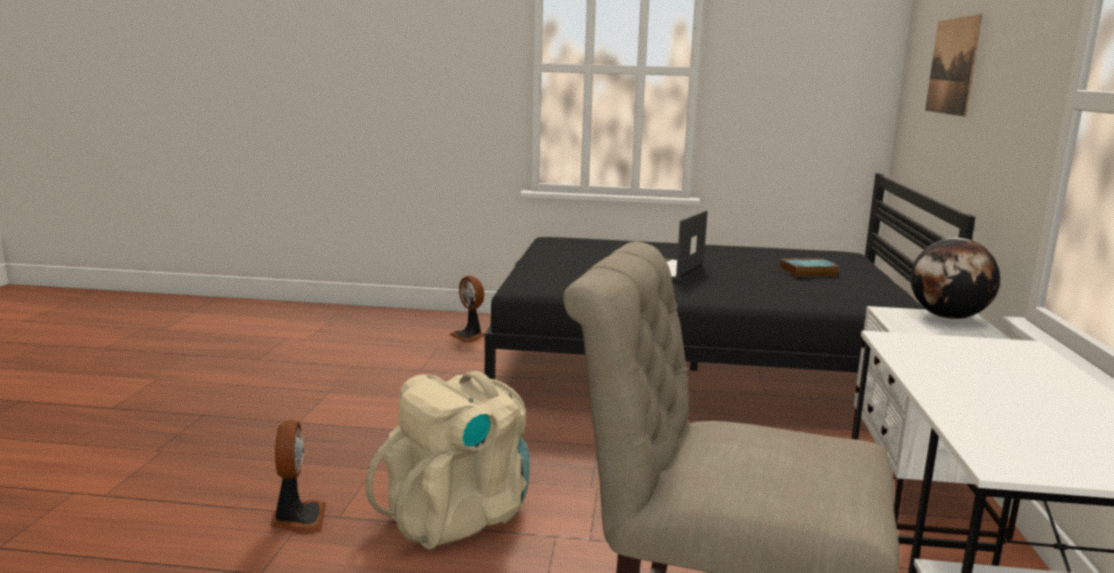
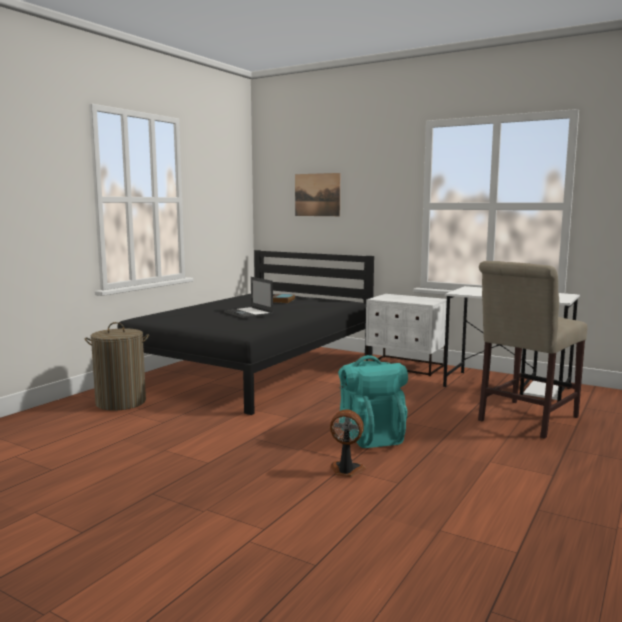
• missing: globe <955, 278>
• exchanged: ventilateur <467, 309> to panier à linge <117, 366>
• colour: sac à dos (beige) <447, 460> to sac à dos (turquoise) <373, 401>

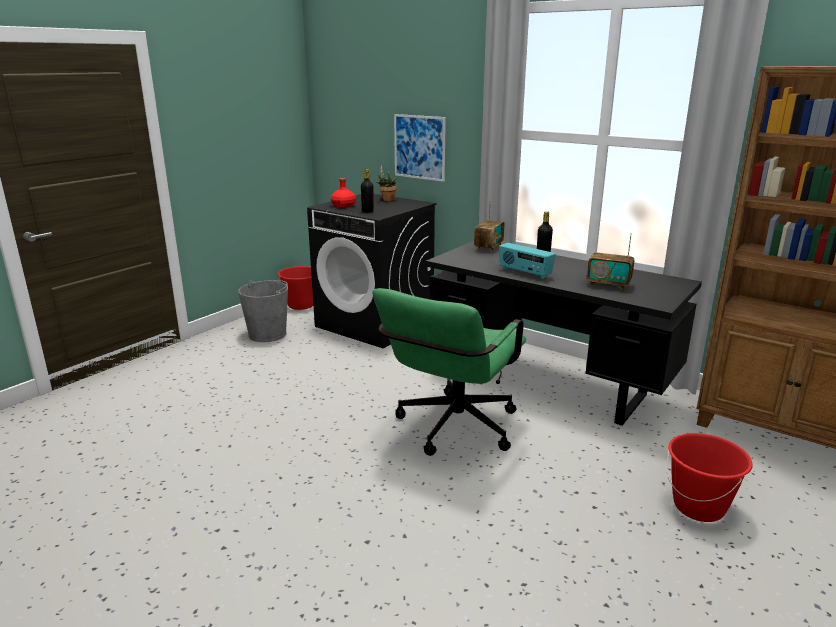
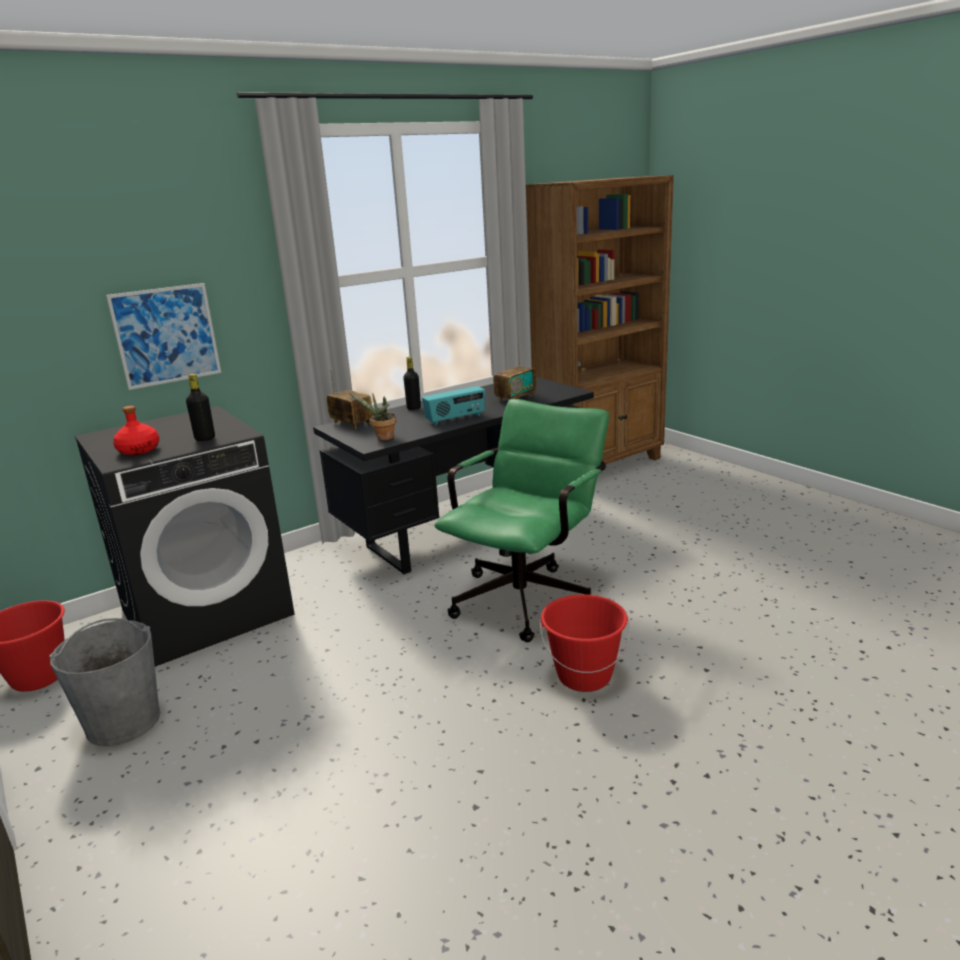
• relocated: plante en pot <386, 183> to <373, 416>
• spun: chaise de bureau (vert) <449, 372> = <522, 520> 105 degrees counterclockwise
• relocated: seau (rouge) <709, 477> to <585, 643>

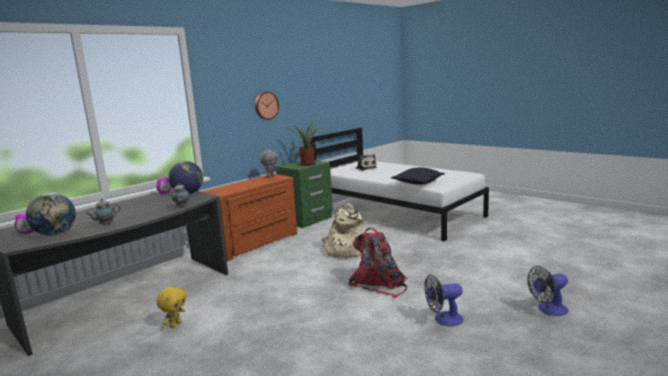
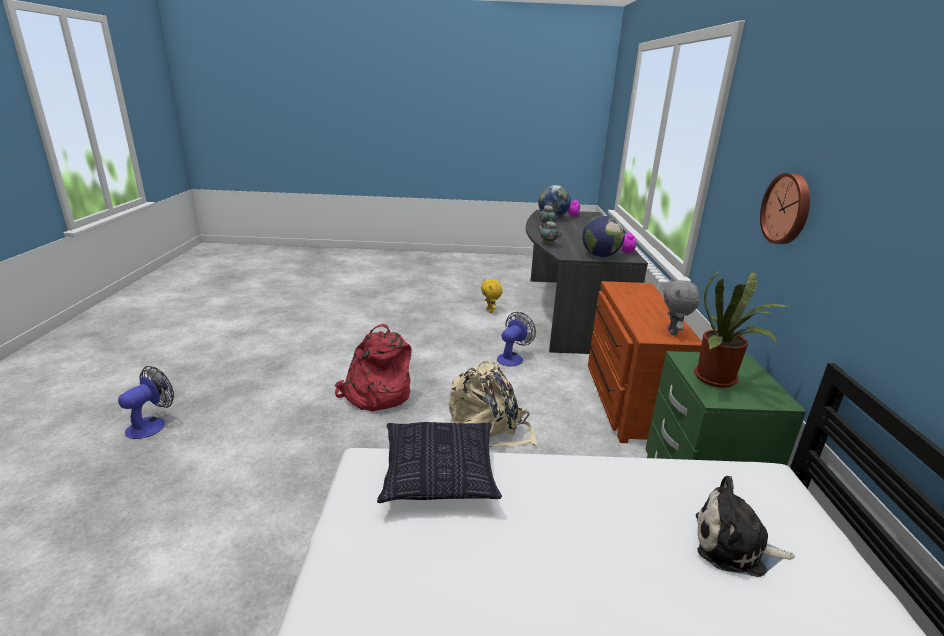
• relocated: ventilateur <444, 300> to <516, 339>

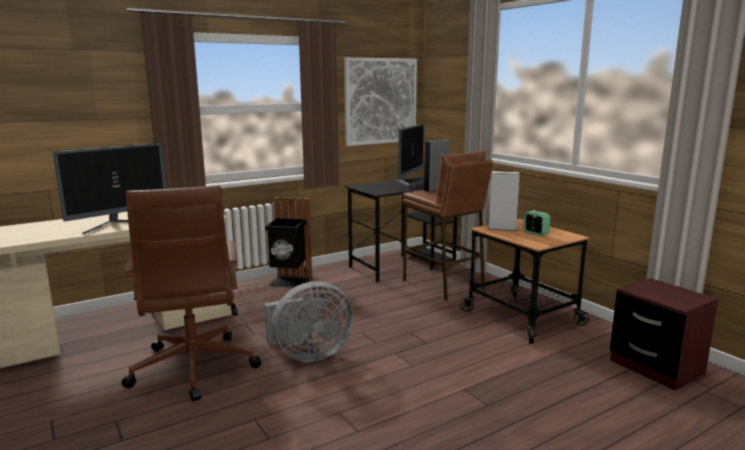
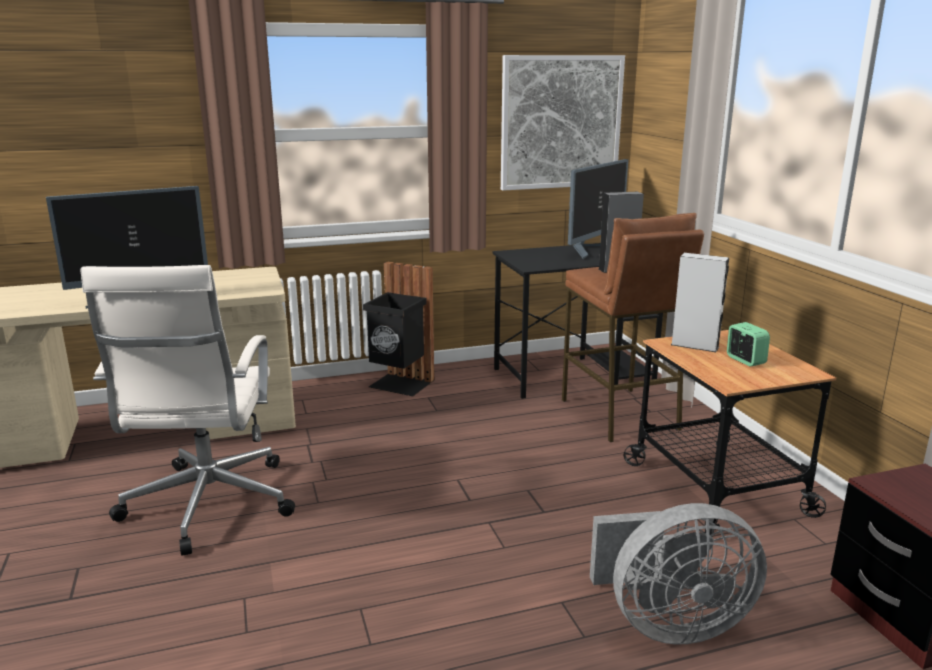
• colour: chaise de bureau (marron) <191, 293> to chaise de bureau (blanc) <188, 410>
• relocated: ventilateur (gris) <309, 321> to <678, 574>

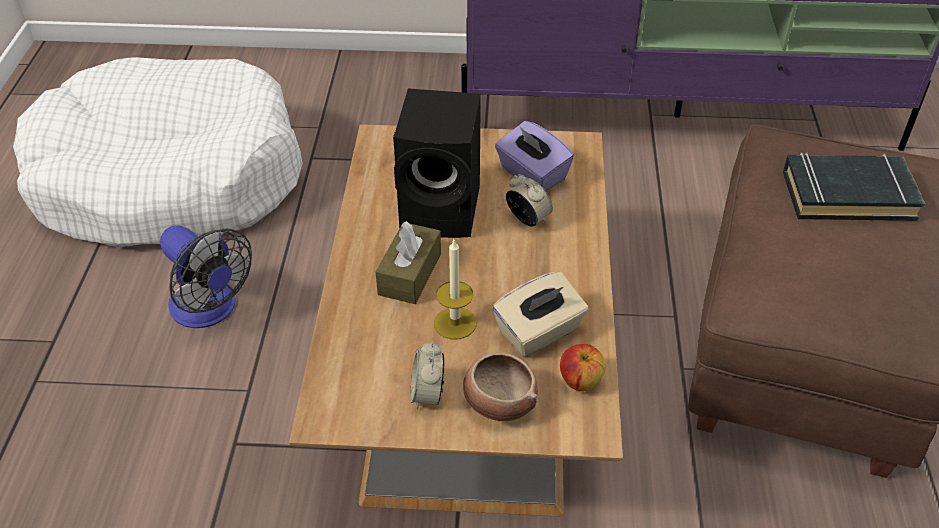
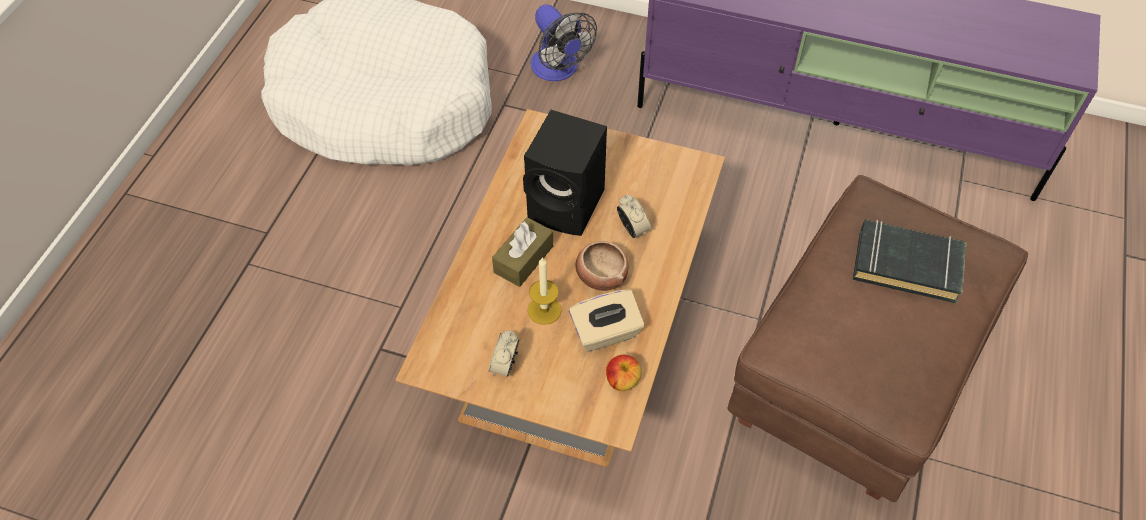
• missing: boîte à mouchoirs (violet) <534, 156>
• relocated: ventilateur <206, 277> to <564, 42>
• relocated: bol <500, 387> to <602, 266>

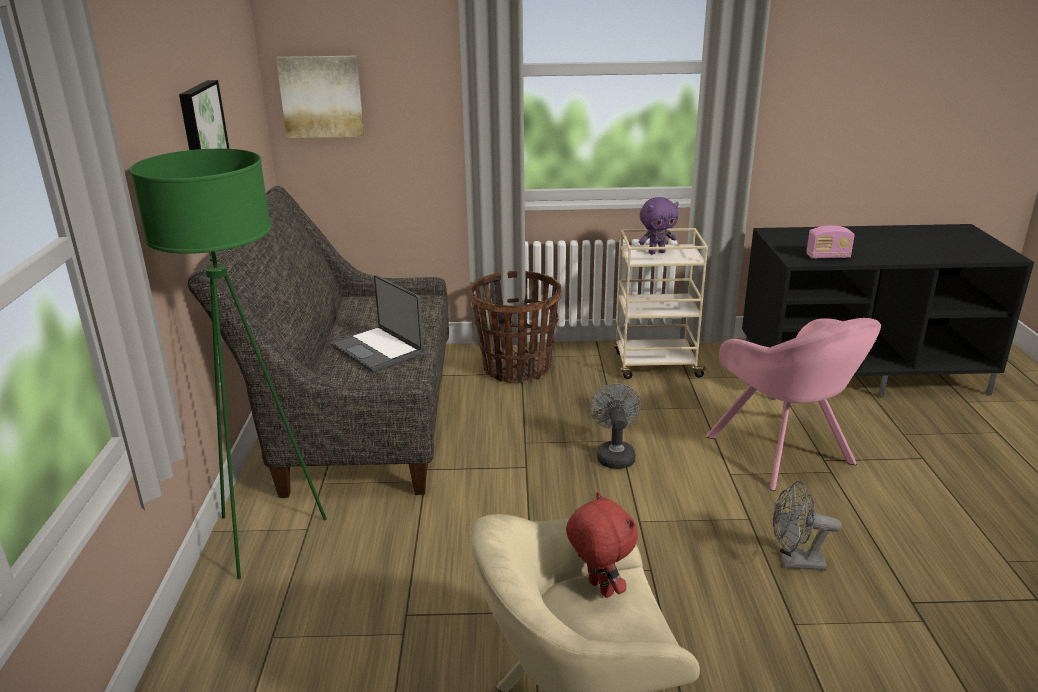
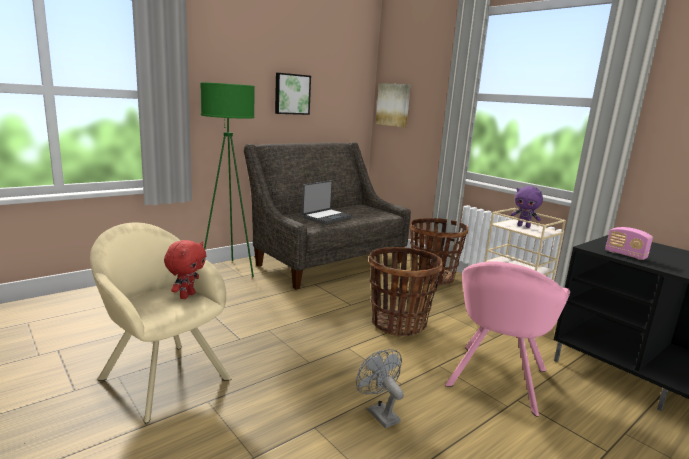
• spun: ordinateur portable <377, 323> = <327, 202> 150 degrees counterclockwise
• exchanged: ventilateur (gris) <615, 426> to panier <406, 292>

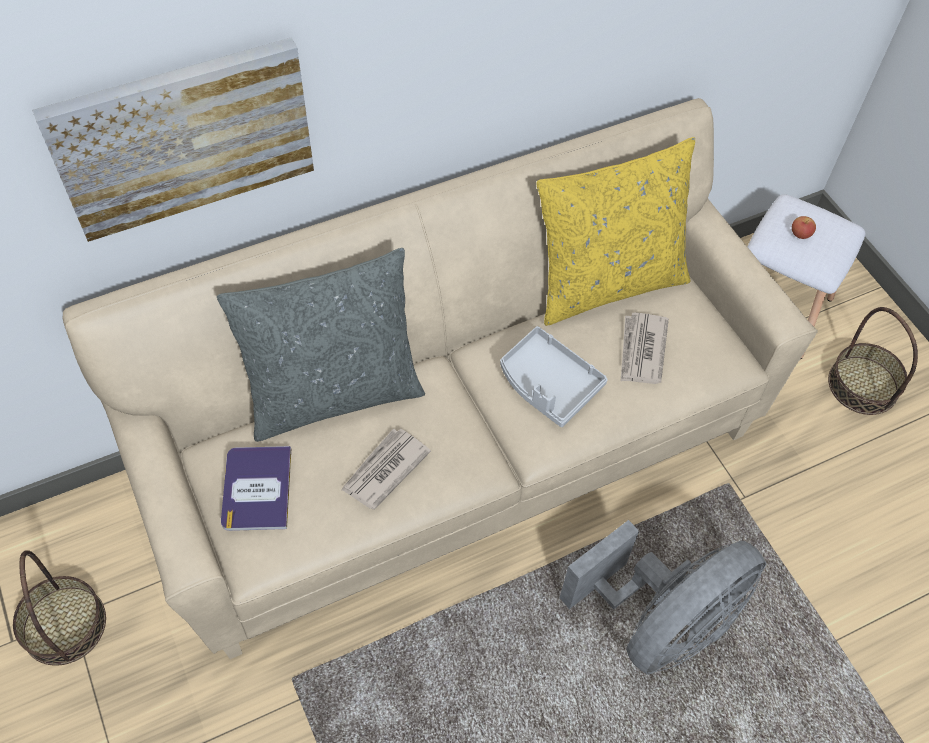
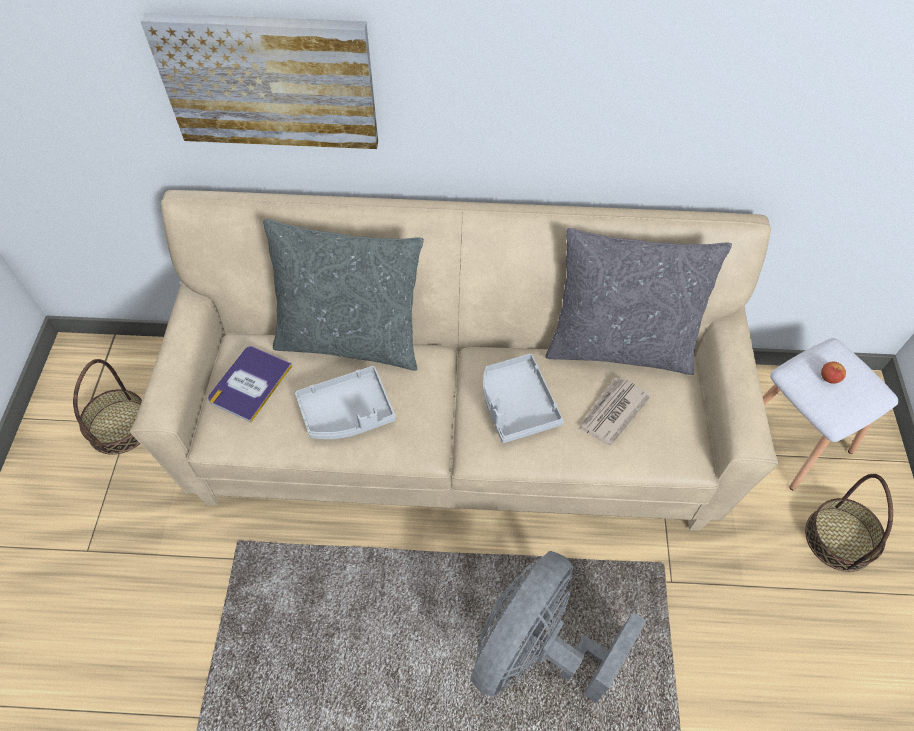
• colour: coussin (jaune) <615, 231> to coussin (gris) <639, 301>
• exchanged: journal <386, 469> to plateau (gris) <345, 402>
• spun: ventilateur (gris) <663, 597> = <558, 627> 135 degrees clockwise

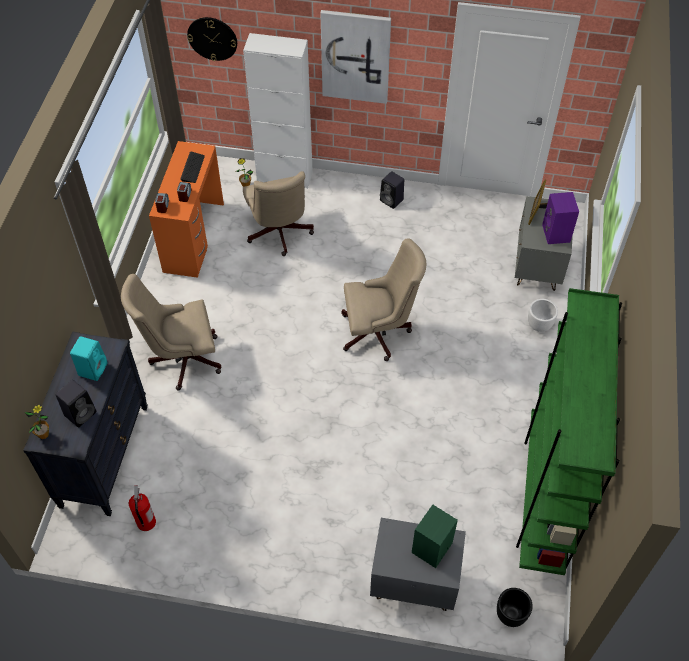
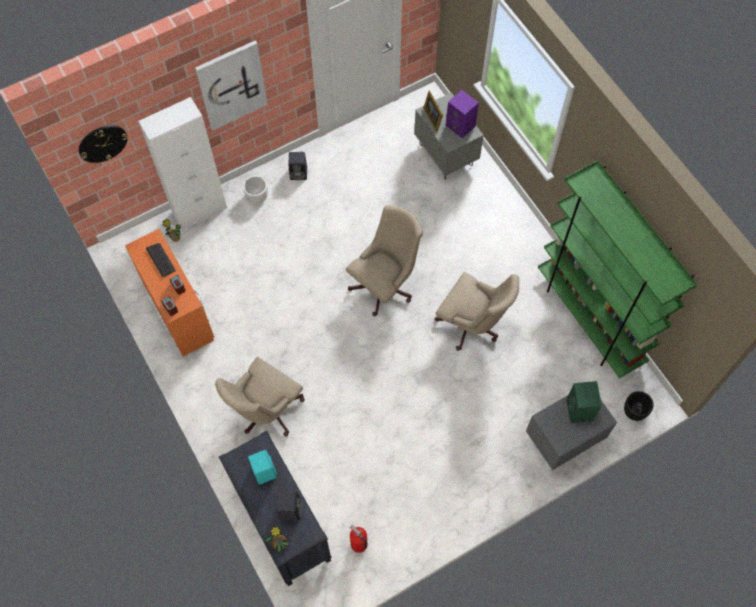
• relocated: chaise de bureau (beige) <278, 213> to <476, 311>
• relocated: cache-pot (blanc) <543, 315> to <255, 190>

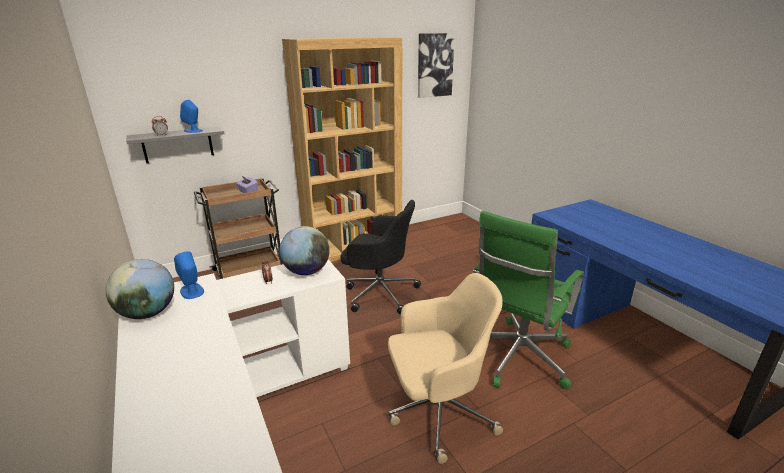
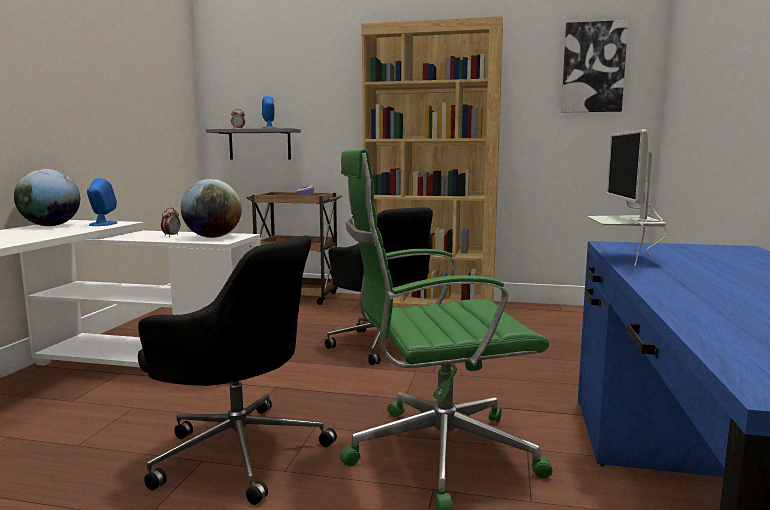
• colour: chaise de bureau (beige) <445, 368> to chaise de bureau (noir) <237, 370>
• appeared: écran d'ordinateur <627, 198>

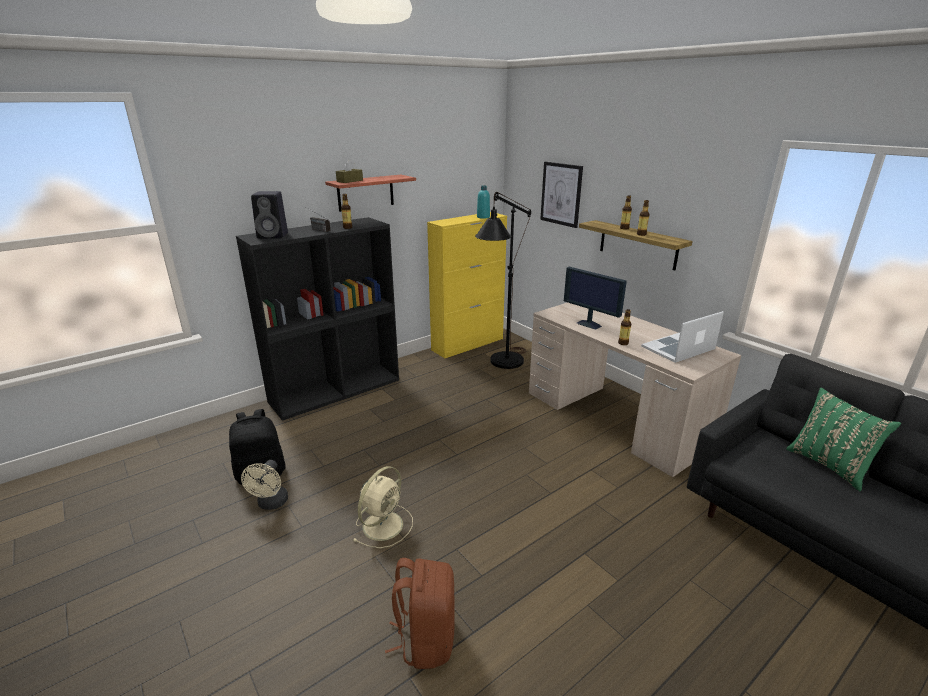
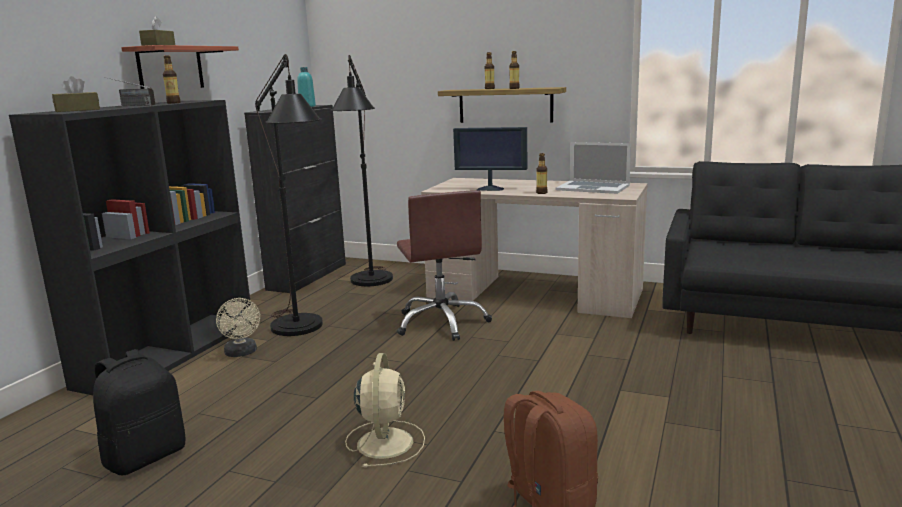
• missing: tableau <561, 195>
• exchanged: enceinte (noir) <269, 215> to boîte à mouchoirs (marron) <76, 94>
• colour: meuble de rangement (jaune) <467, 285> to meuble de rangement (noir) <295, 199>
• spun: ordinateur portable <682, 337> = <593, 168> 90 degrees counterclockwise
• missing: coussin (vert) <843, 439>
• relocated: ventilateur (beige) <264, 485> to <238, 327>
• appeared: lampadaire (noir) <289, 195>
• appeared: chaise de bureau (marron) <444, 265>

